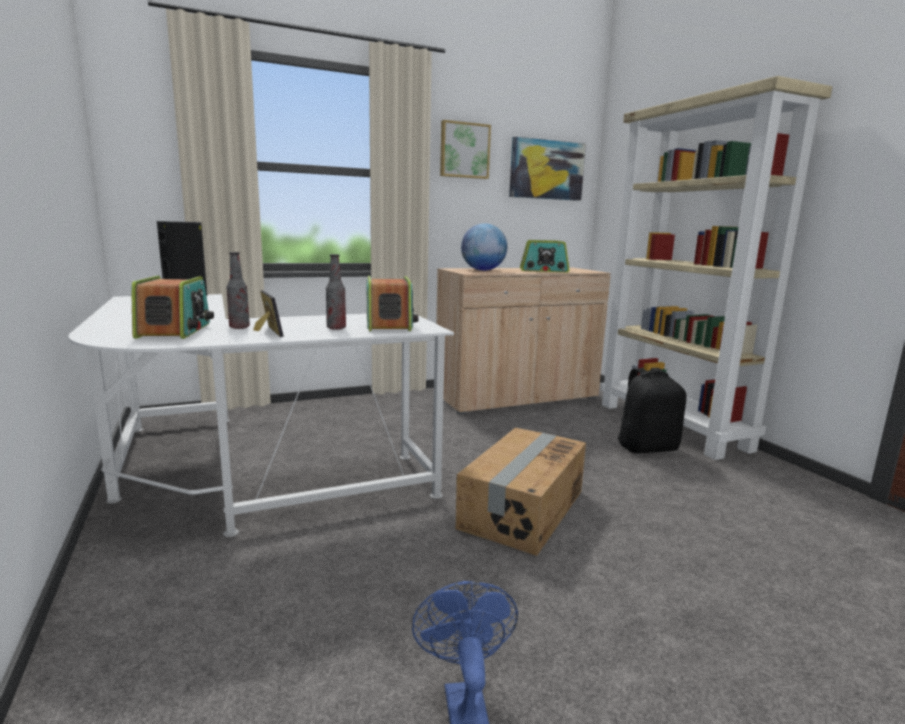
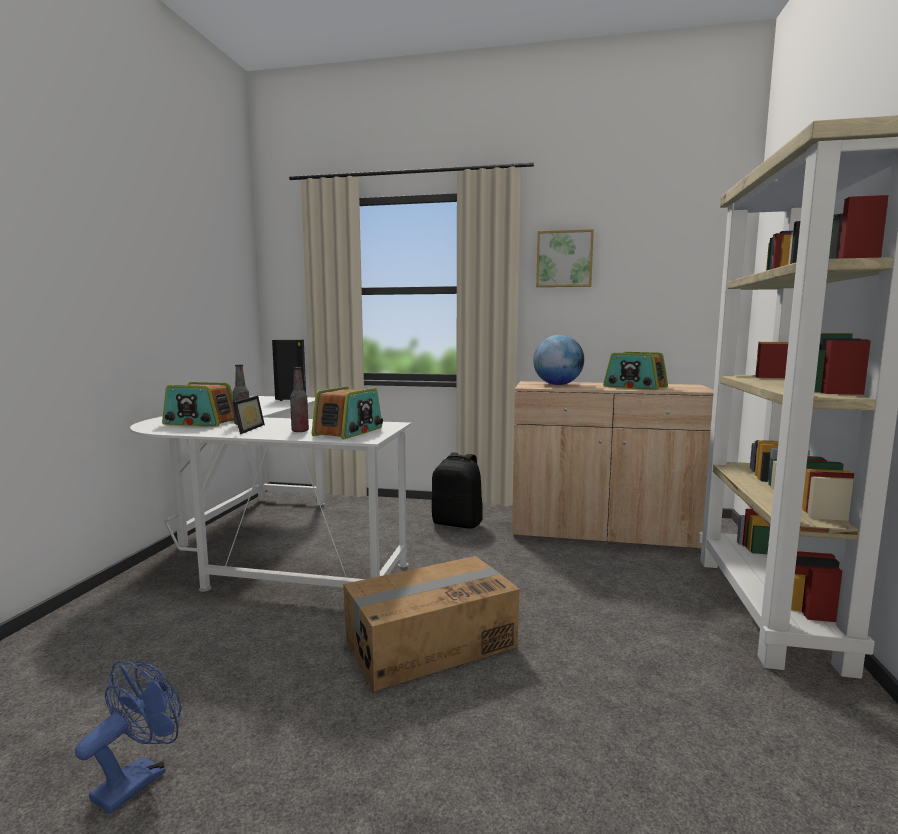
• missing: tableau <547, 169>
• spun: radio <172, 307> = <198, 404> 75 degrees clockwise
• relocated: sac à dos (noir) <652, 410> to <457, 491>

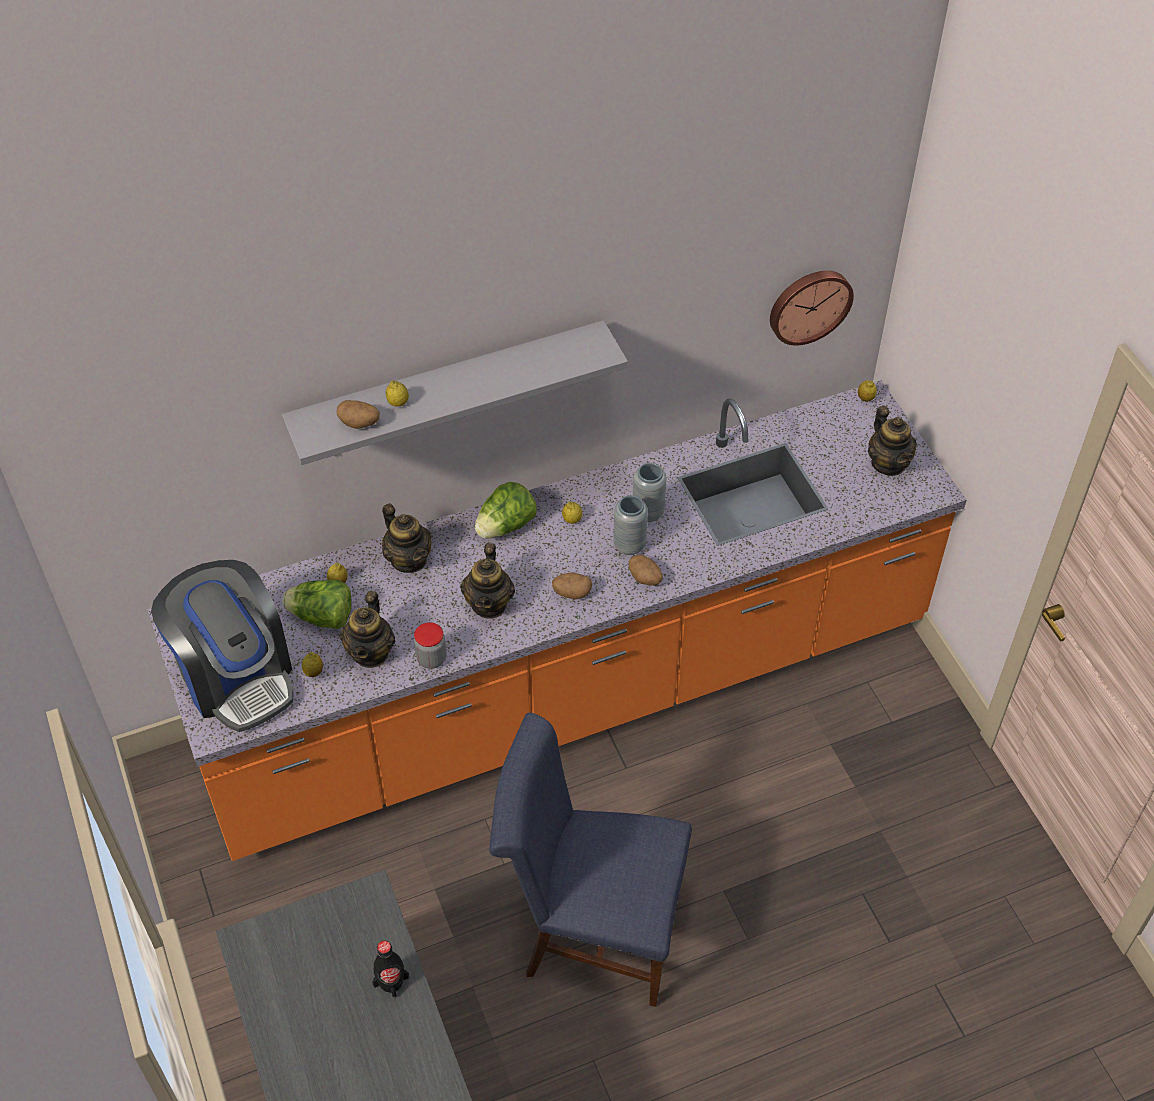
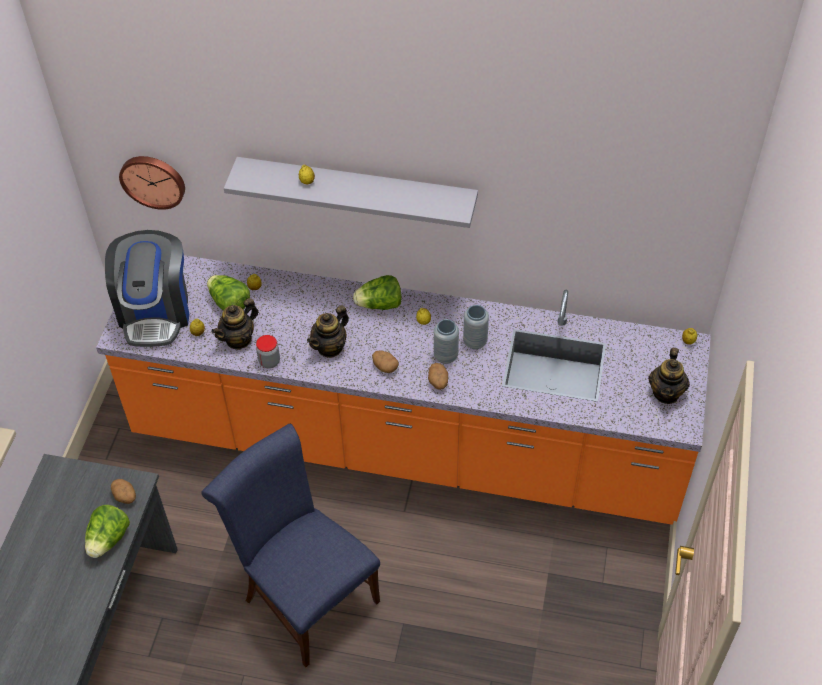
• relocated: horloge murale <812, 308> to <152, 183>
• relocated: pomme de terre <358, 414> to <123, 491>
• missing: théière <406, 538>
• exchanged: bouteille (noir) <390, 969> to laitue <107, 531>

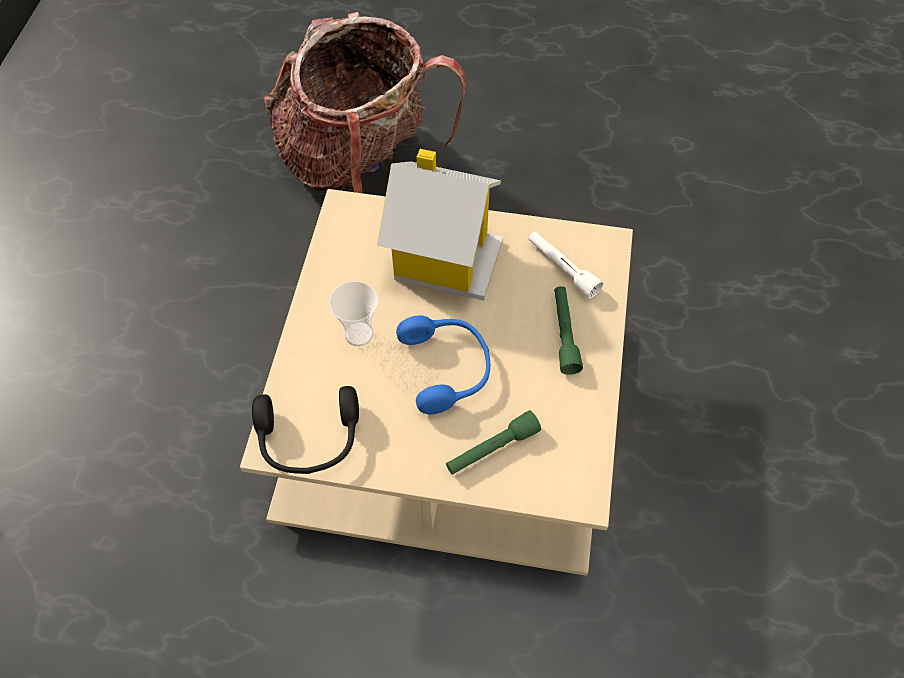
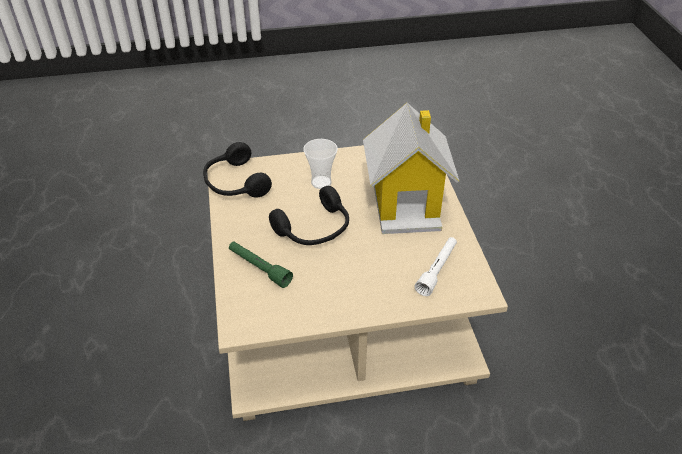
• missing: sac à dos <365, 102>
• missing: lampe de poche (vert) <568, 330>
• colour: casque audio (bleu) <443, 364> to casque audio (noir) <309, 215>

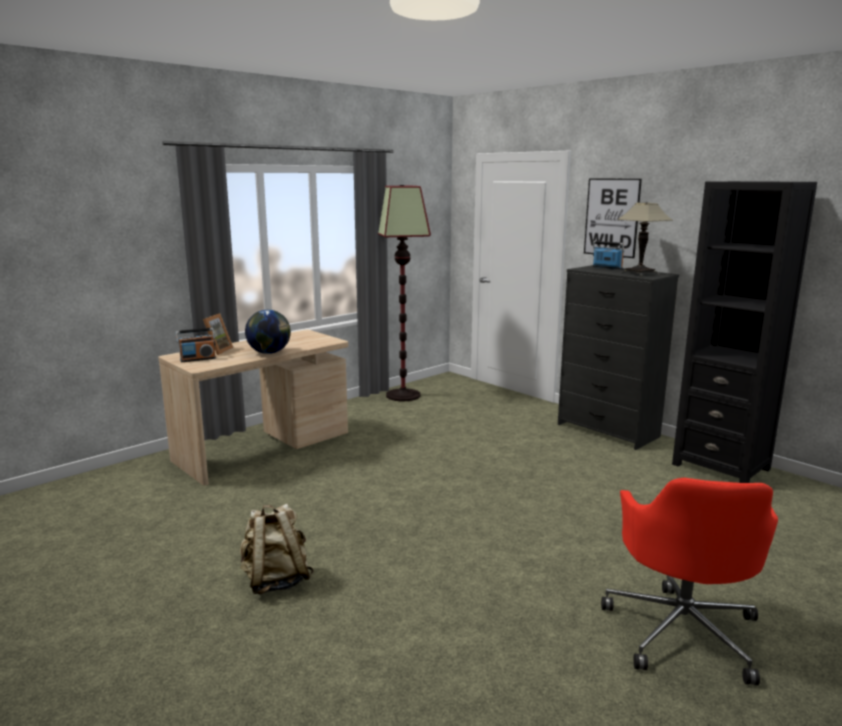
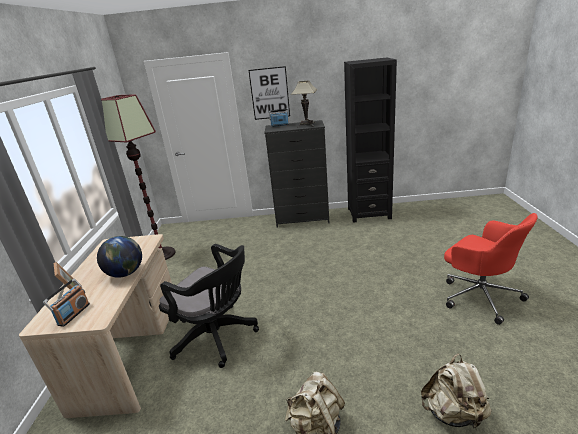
• appeared: chaise de bureau (noir) <209, 306>
• appeared: sac à dos (beige) <456, 391>

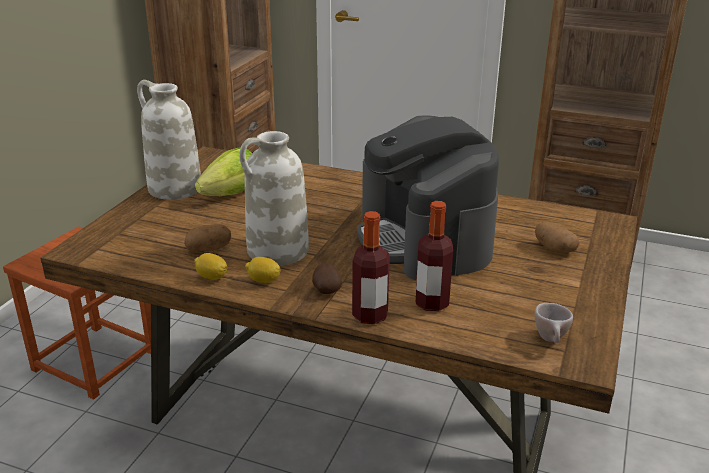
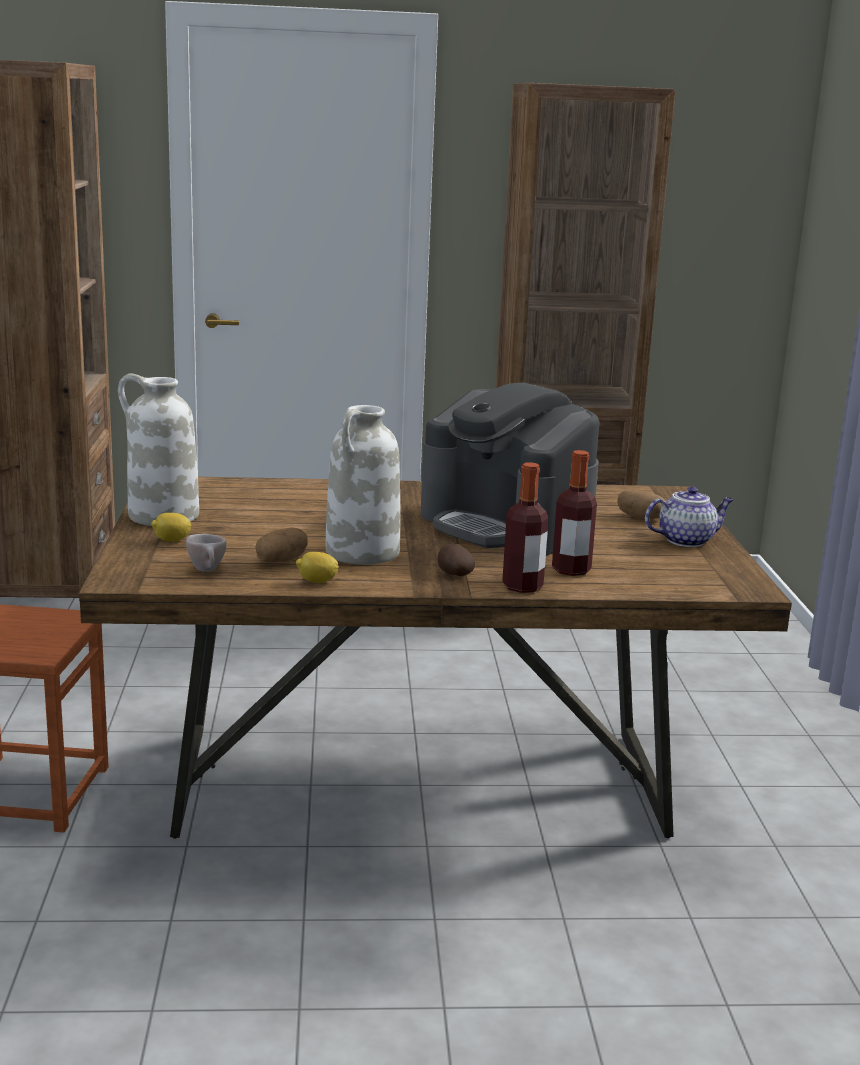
• missing: laitue <223, 171>
• relocated: citron <262, 270> to <171, 527>
• relocated: tasse (beige) <553, 323> to <206, 553>
• appeared: théière <689, 516>

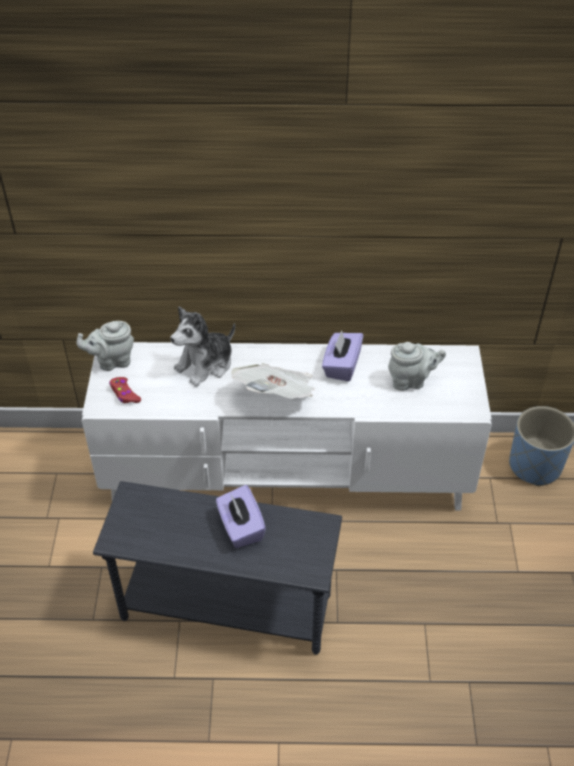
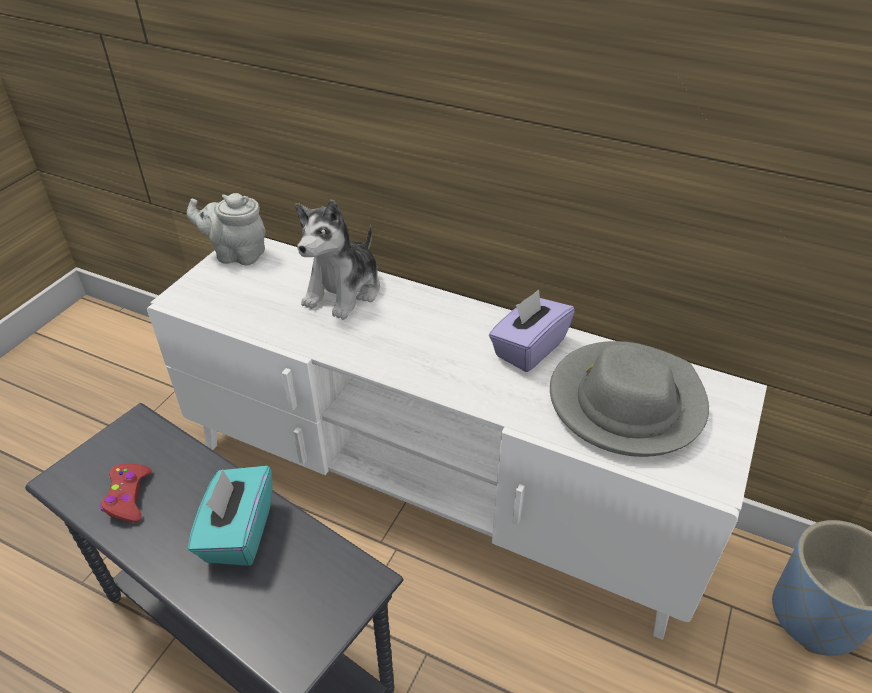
• spun: peluche <202, 346> = <337, 260> 45 degrees counterclockwise
• exchanged: théière (gris) <417, 366> to chapeau (gris) <629, 399>
• missing: journal <272, 381>
• relocated: manette (rouge) <125, 390> to <125, 493>
• colour: boîte à mouchoirs (violet) <241, 516> to boîte à mouchoirs (turquoise) <230, 516>

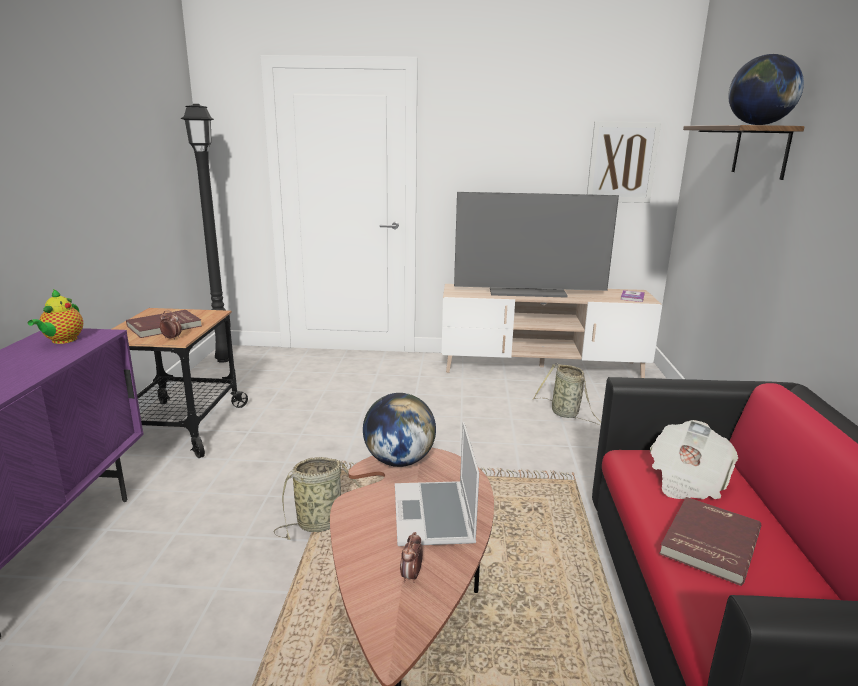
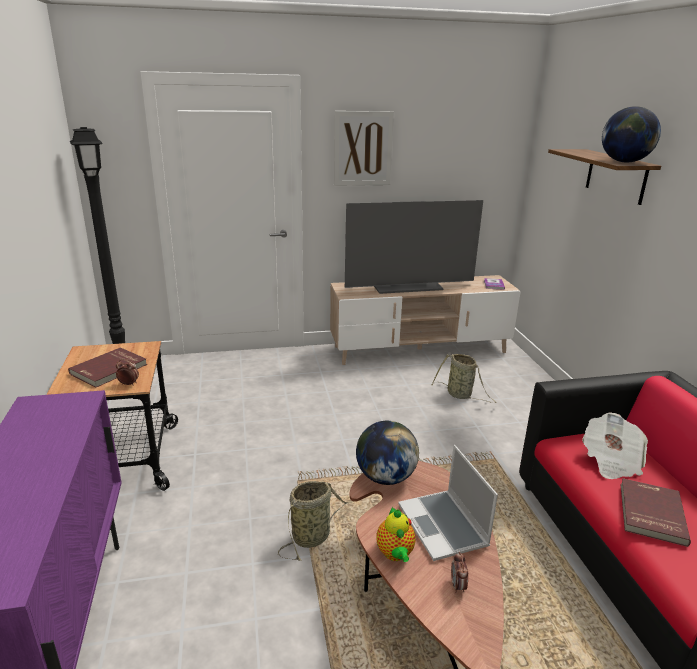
• relocated: tableau <624, 162> to <364, 148>
• relocated: théière <55, 316> to <396, 534>

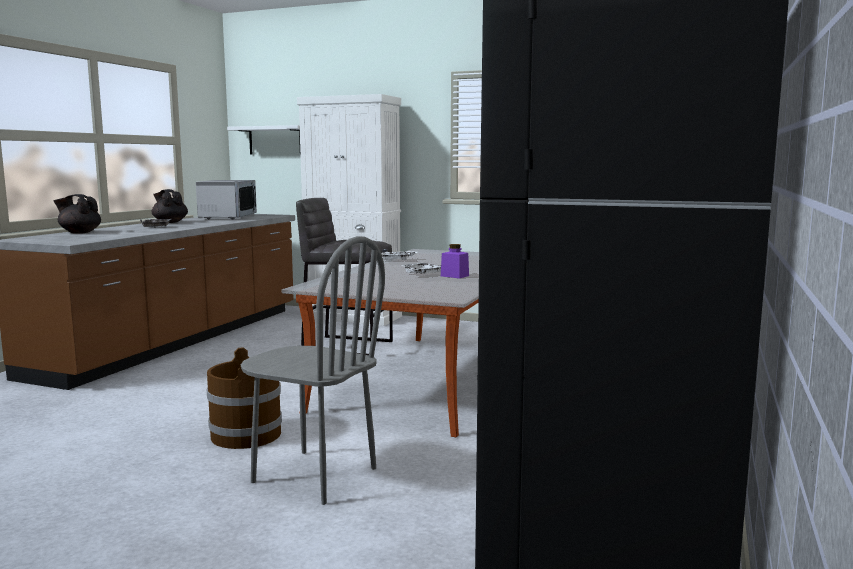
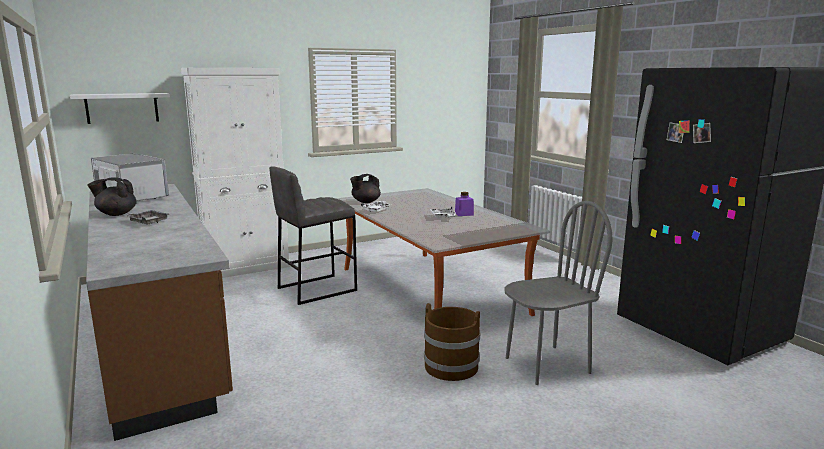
• relocated: théière (noir) <77, 214> to <365, 188>

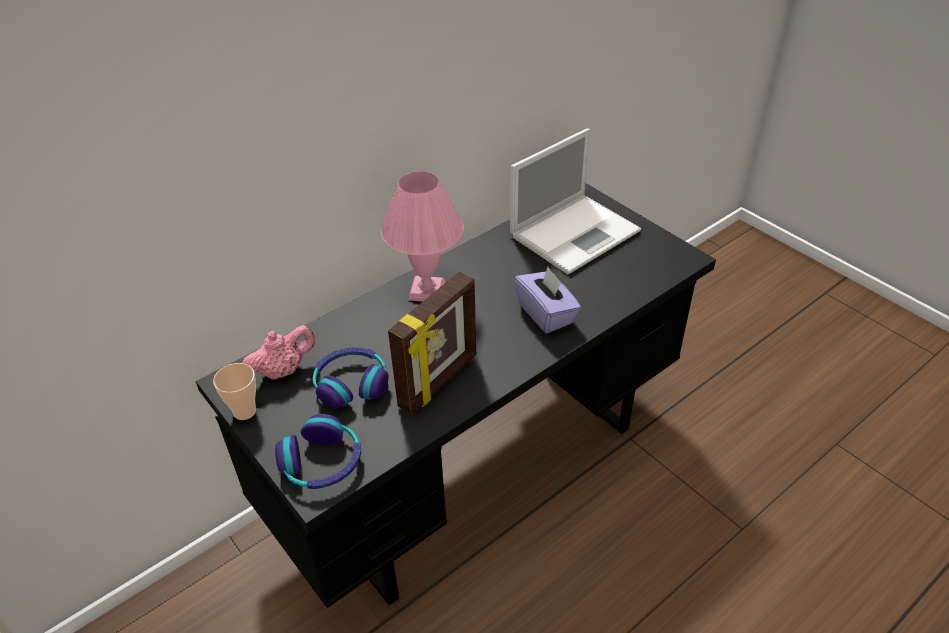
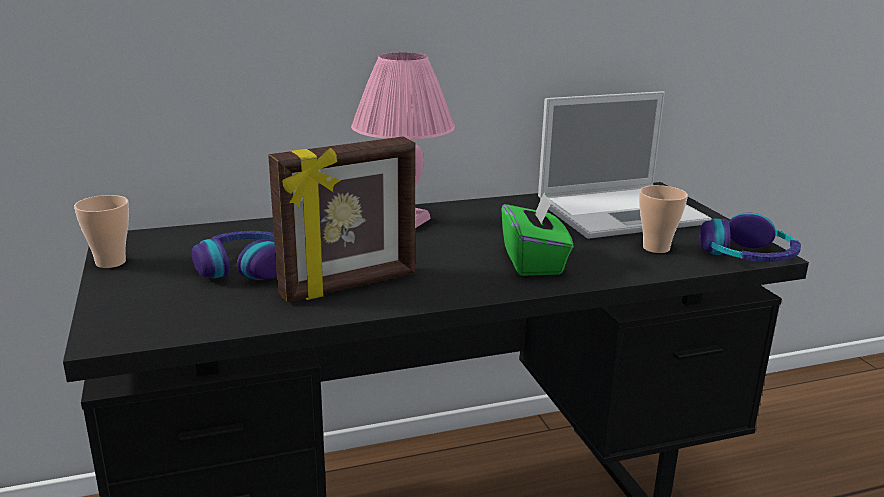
• colour: boîte à mouchoirs (violet) <547, 300> to boîte à mouchoirs (vert) <537, 233>
• missing: théière (rose) <278, 352>
• relocated: casque audio <318, 451> to <750, 237>
• appeared: tasse <663, 219>

